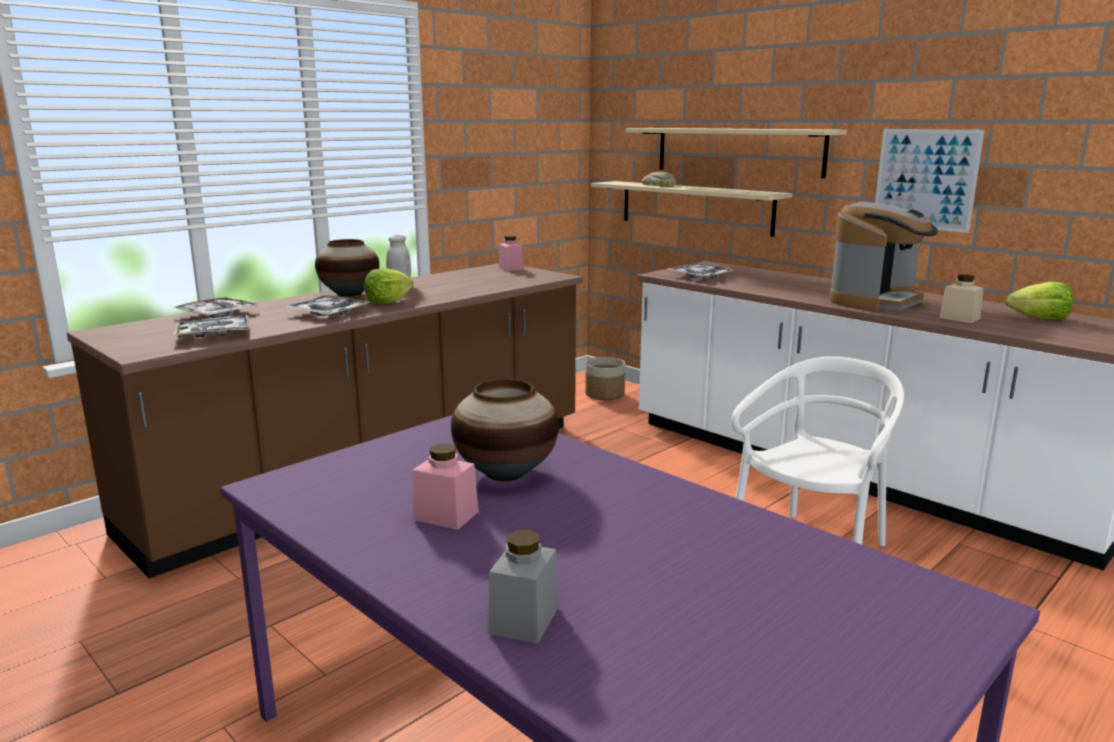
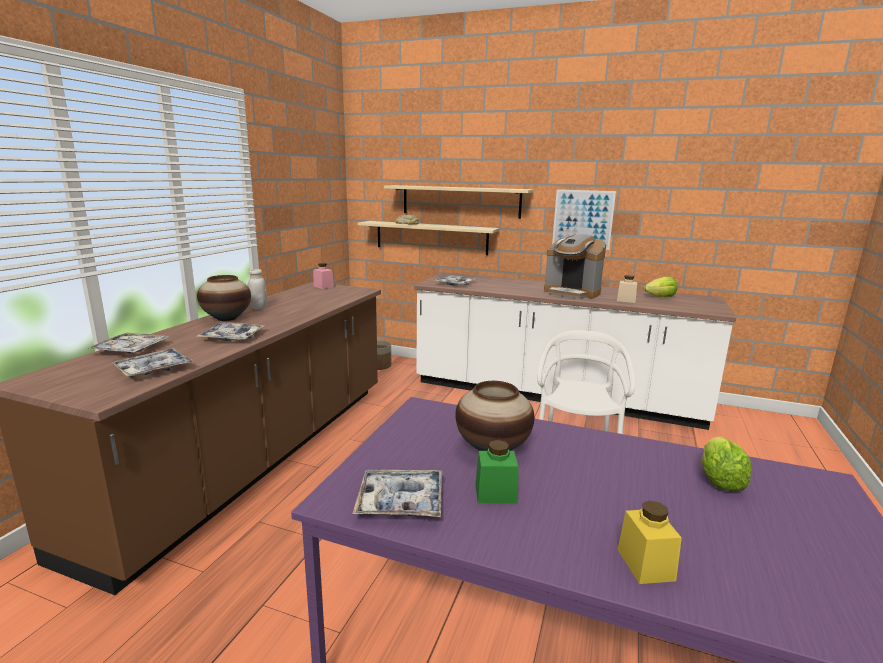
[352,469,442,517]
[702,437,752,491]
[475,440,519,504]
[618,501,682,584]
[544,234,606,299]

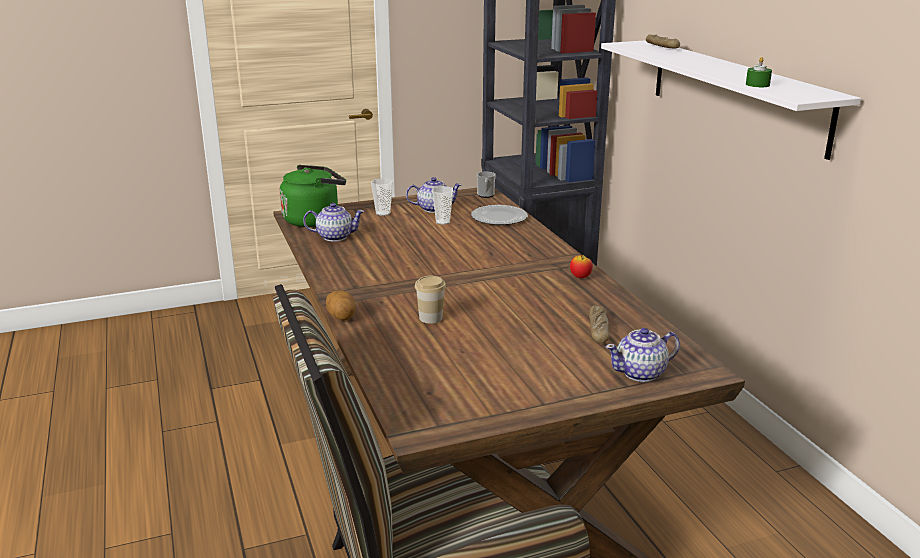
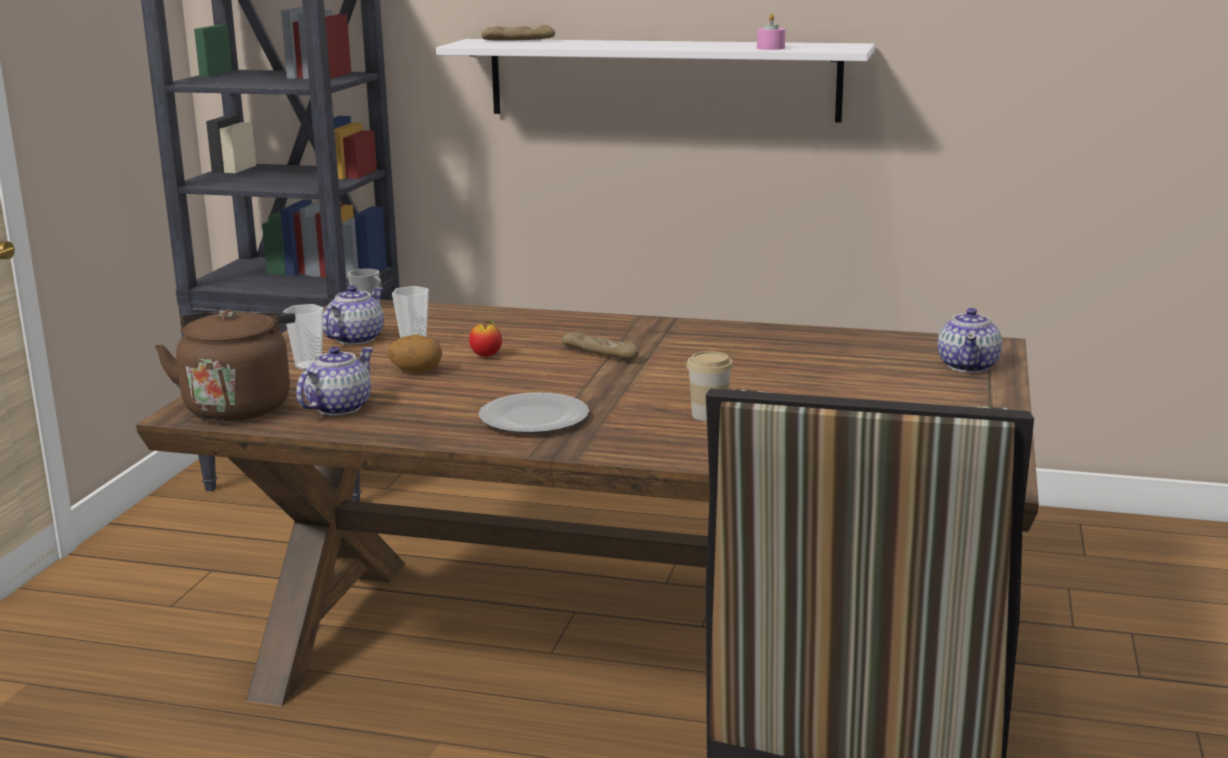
[388,335,442,373]
[479,392,589,433]
[469,320,502,357]
[562,332,639,359]
[155,309,295,421]
[757,13,785,50]

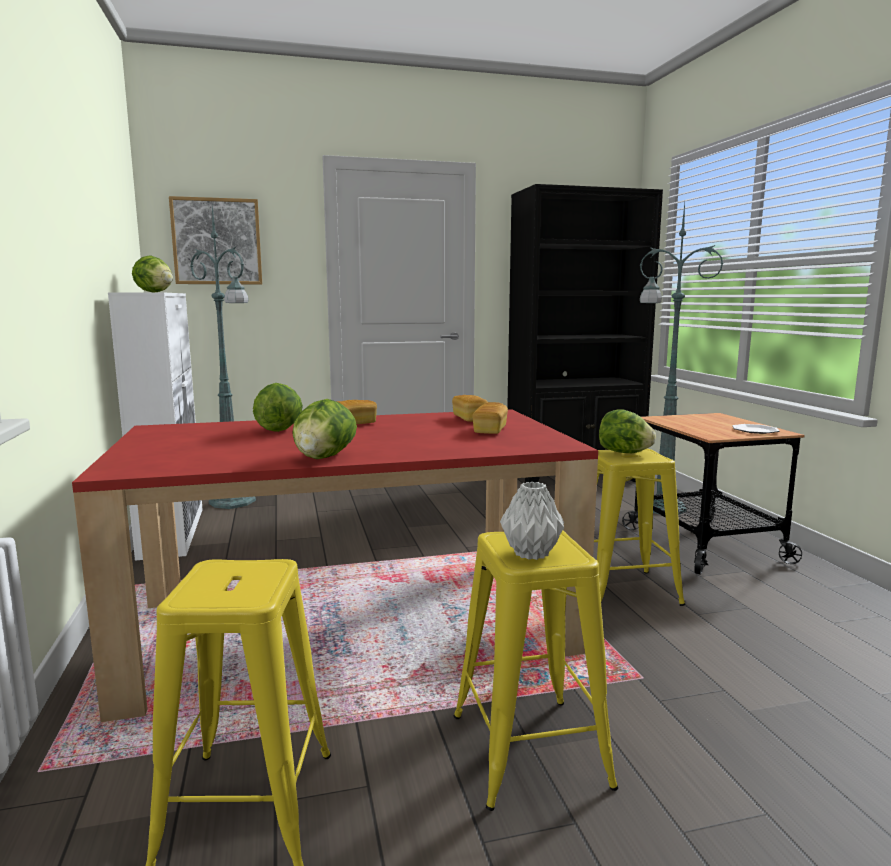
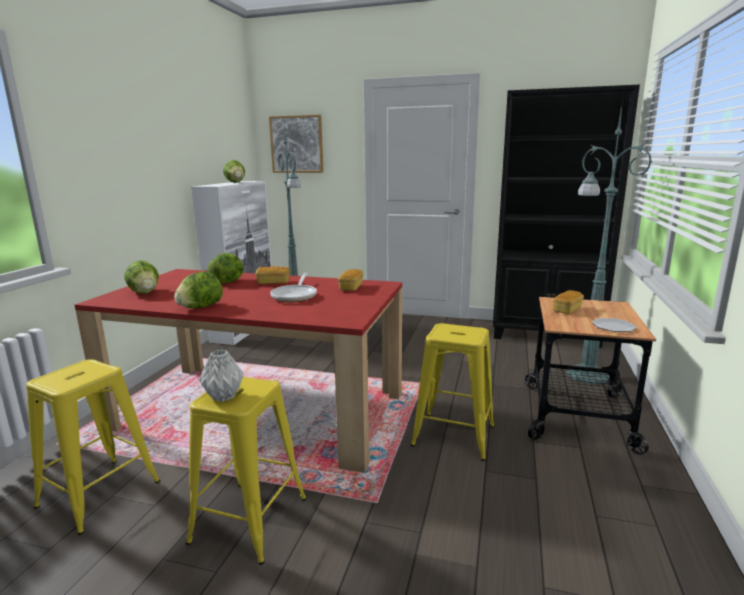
[270,273,317,302]
[553,290,584,314]
[124,260,159,294]

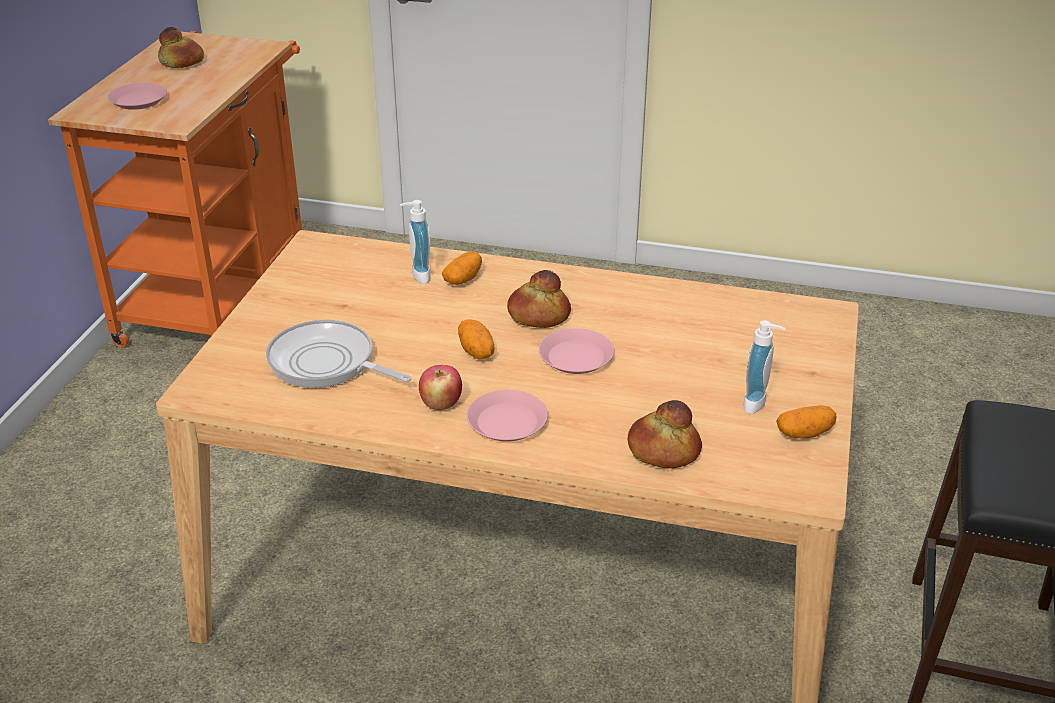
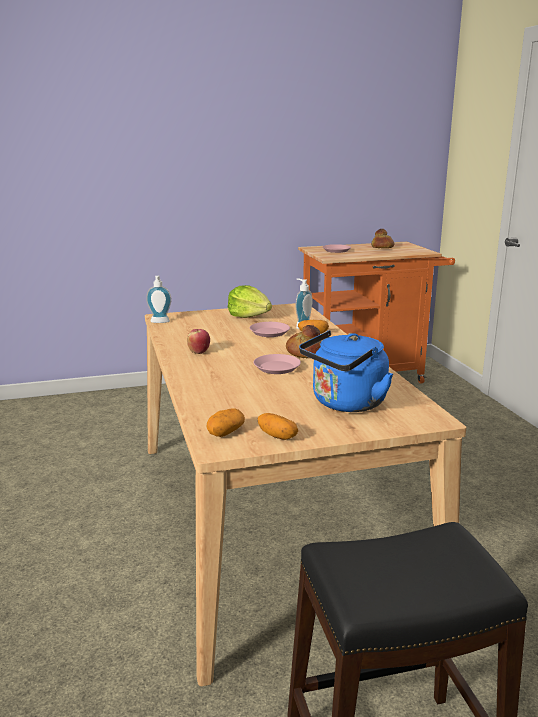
[266,320,411,388] (first image)
[628,400,702,469] (first image)
[228,285,272,318]
[299,330,393,412]
[207,408,245,437]
[250,322,290,337]
[146,276,172,323]

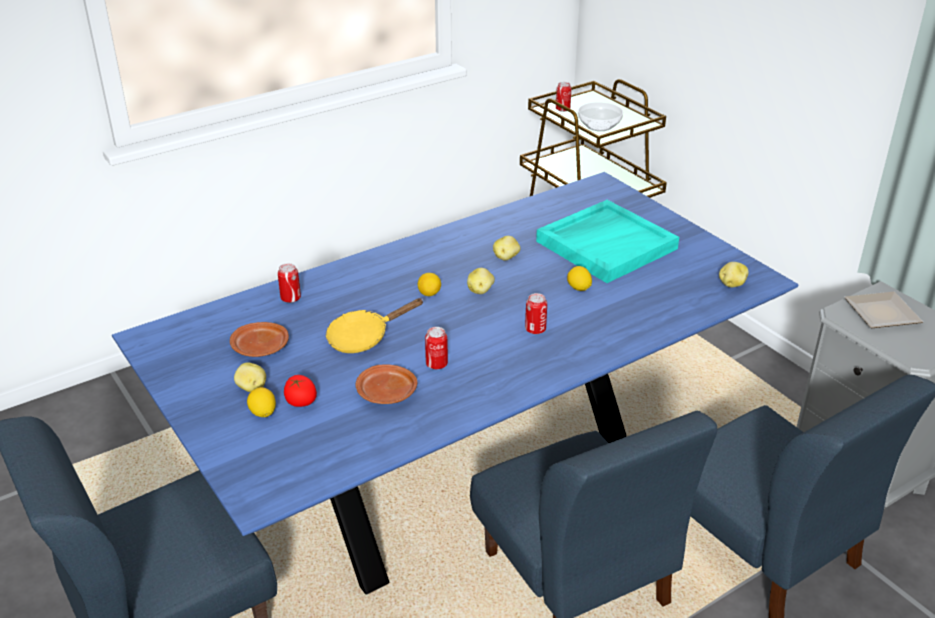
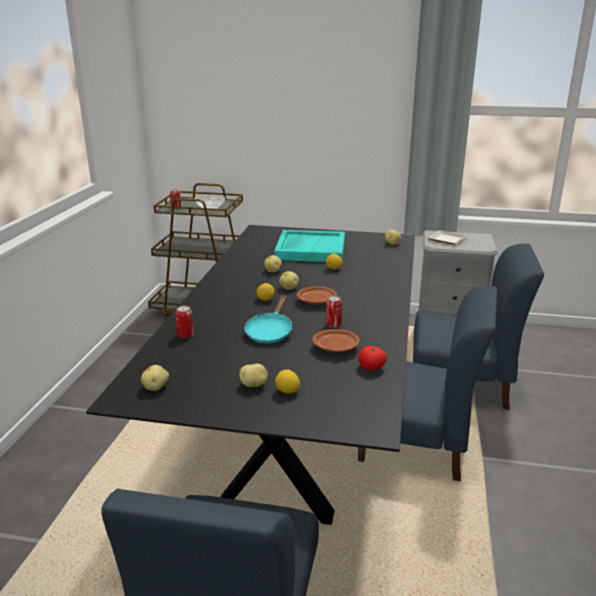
[525,293,547,334] (first image)
[141,365,169,391]
[296,286,337,305]
[358,346,387,371]
[86,225,415,525]
[244,295,292,343]

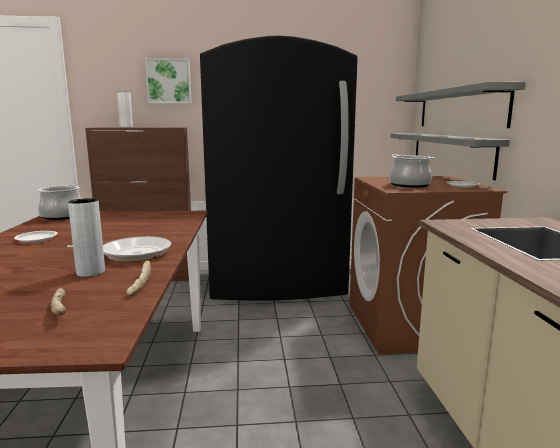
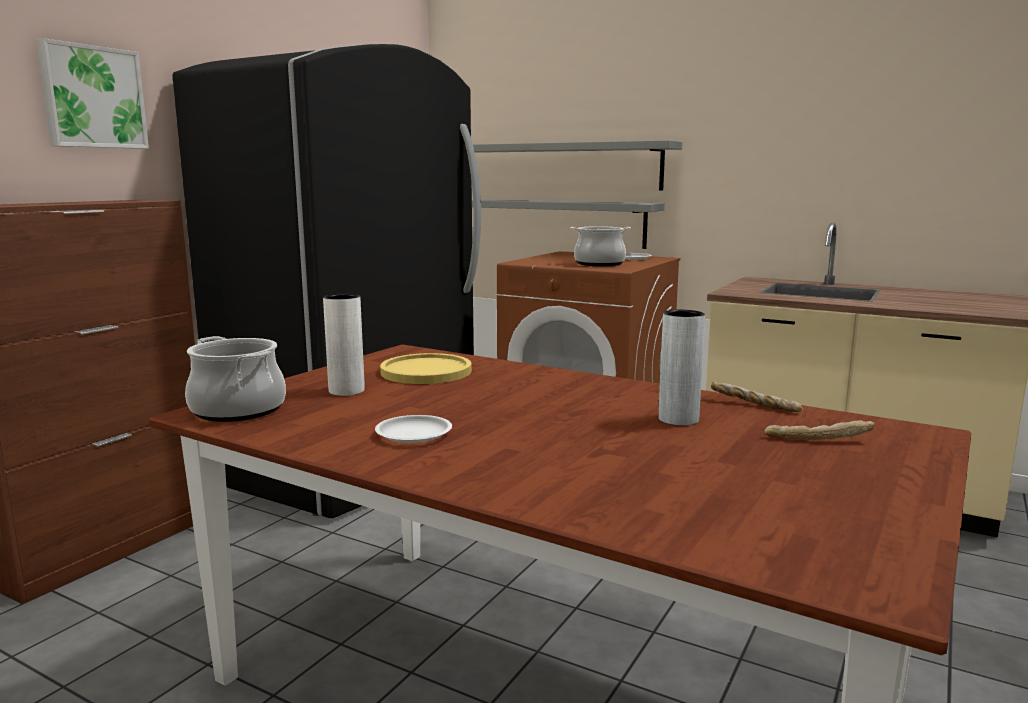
[67,236,171,262] (first image)
[380,353,472,384]
[323,294,365,396]

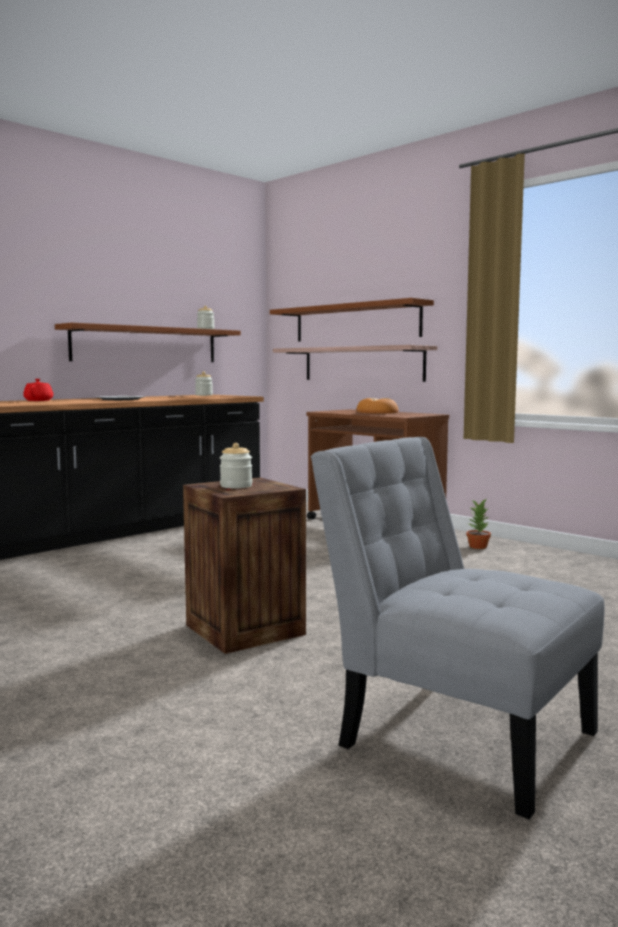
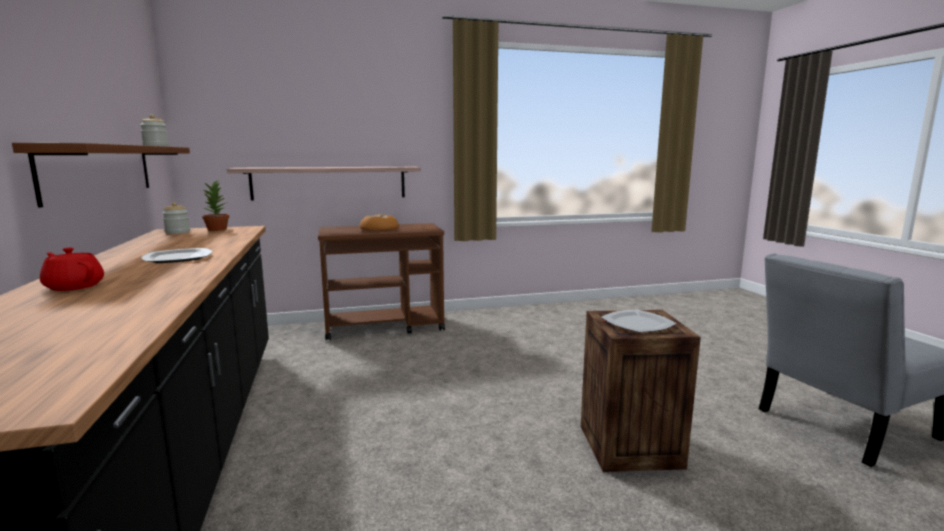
[270,298,434,341] (first image)
[202,181,229,231]
[601,310,676,333]

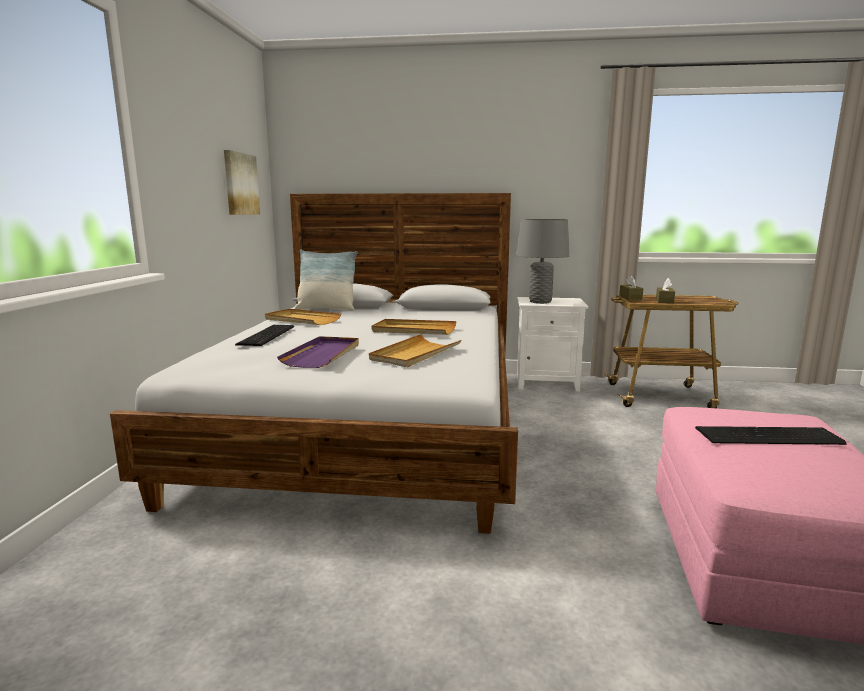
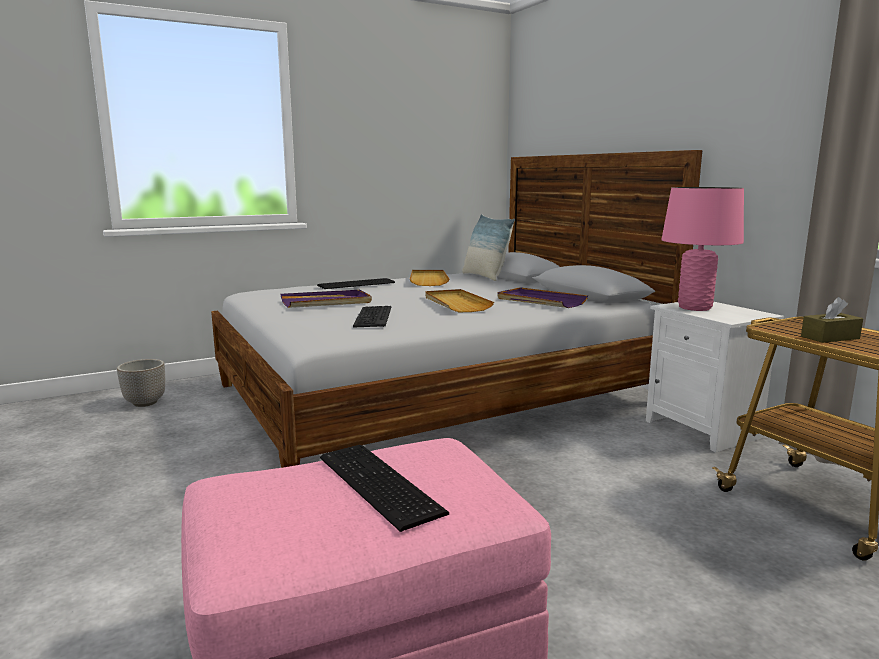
[224,150,260,215] (first image)
[619,275,643,300] (first image)
[117,359,165,407]
[497,287,588,308]
[353,306,391,328]
[661,187,744,311]

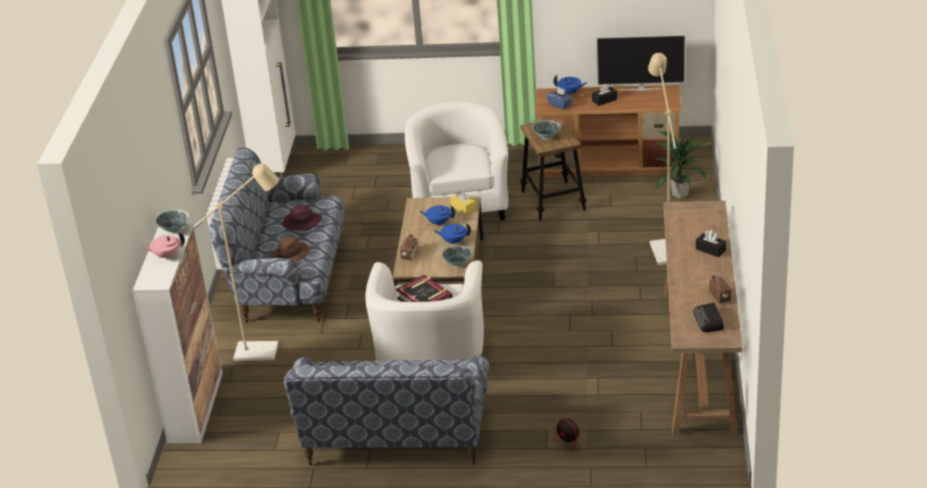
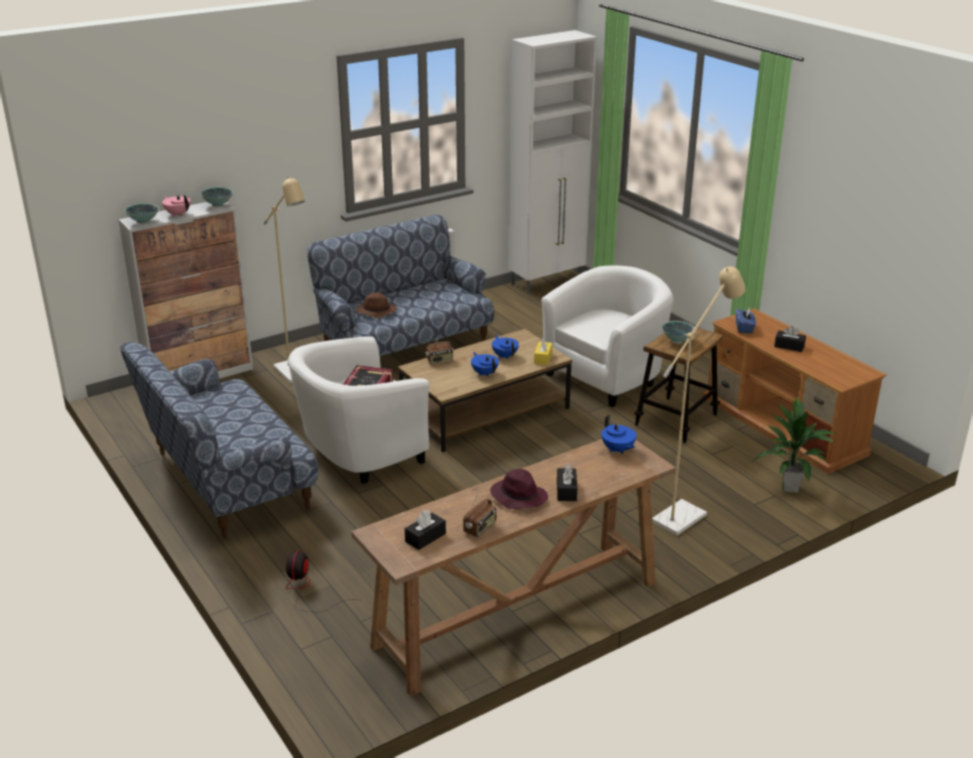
[596,35,686,91] (first image)
[490,469,548,509]
[124,203,159,224]
[601,415,636,454]
[405,510,446,550]

